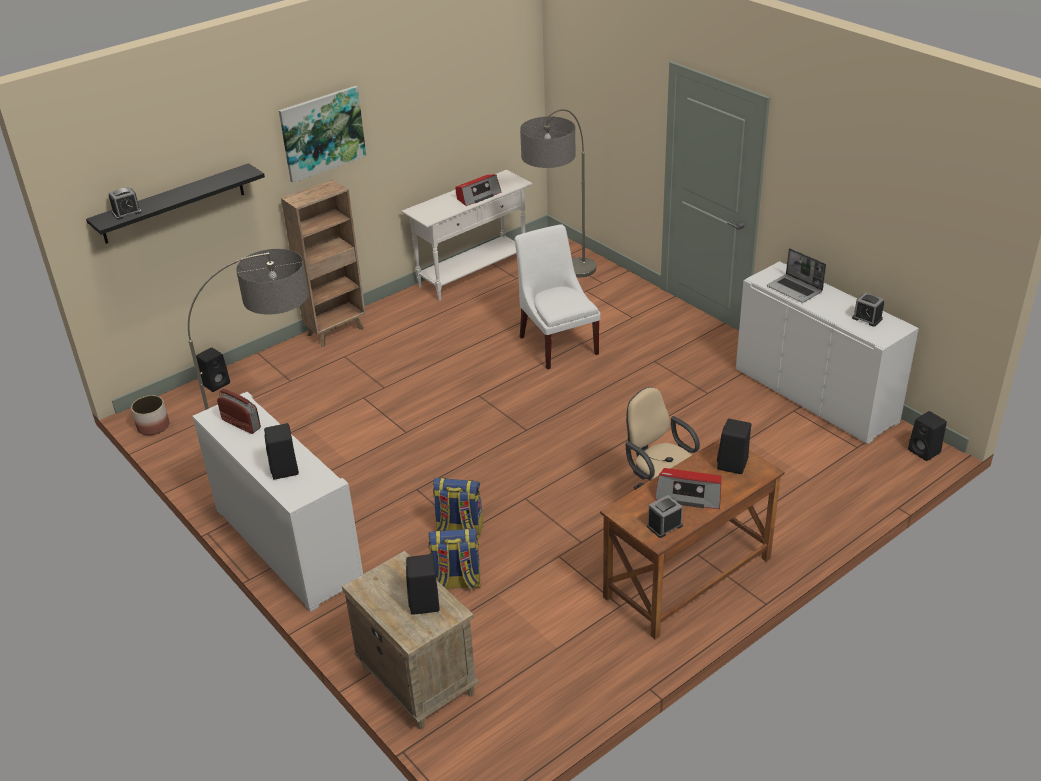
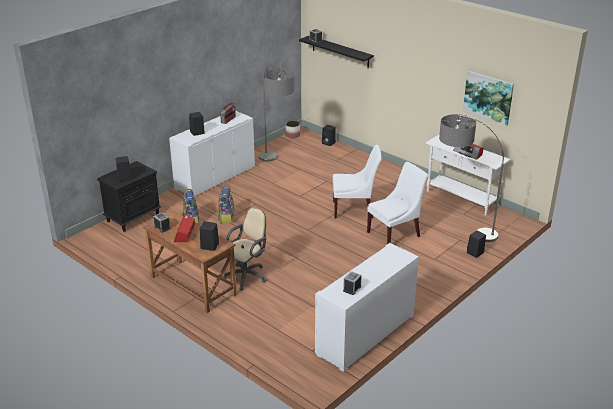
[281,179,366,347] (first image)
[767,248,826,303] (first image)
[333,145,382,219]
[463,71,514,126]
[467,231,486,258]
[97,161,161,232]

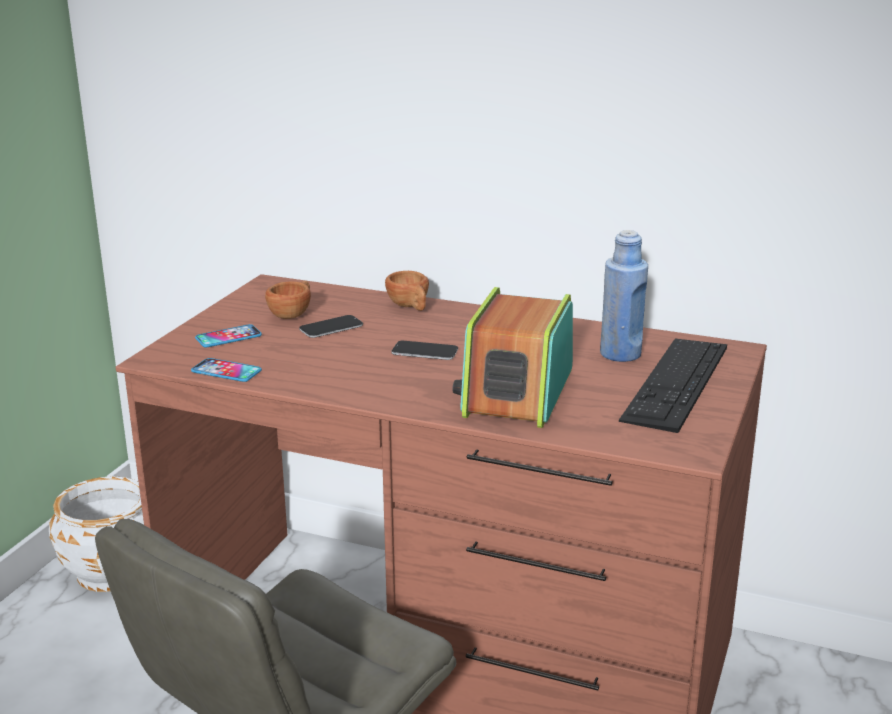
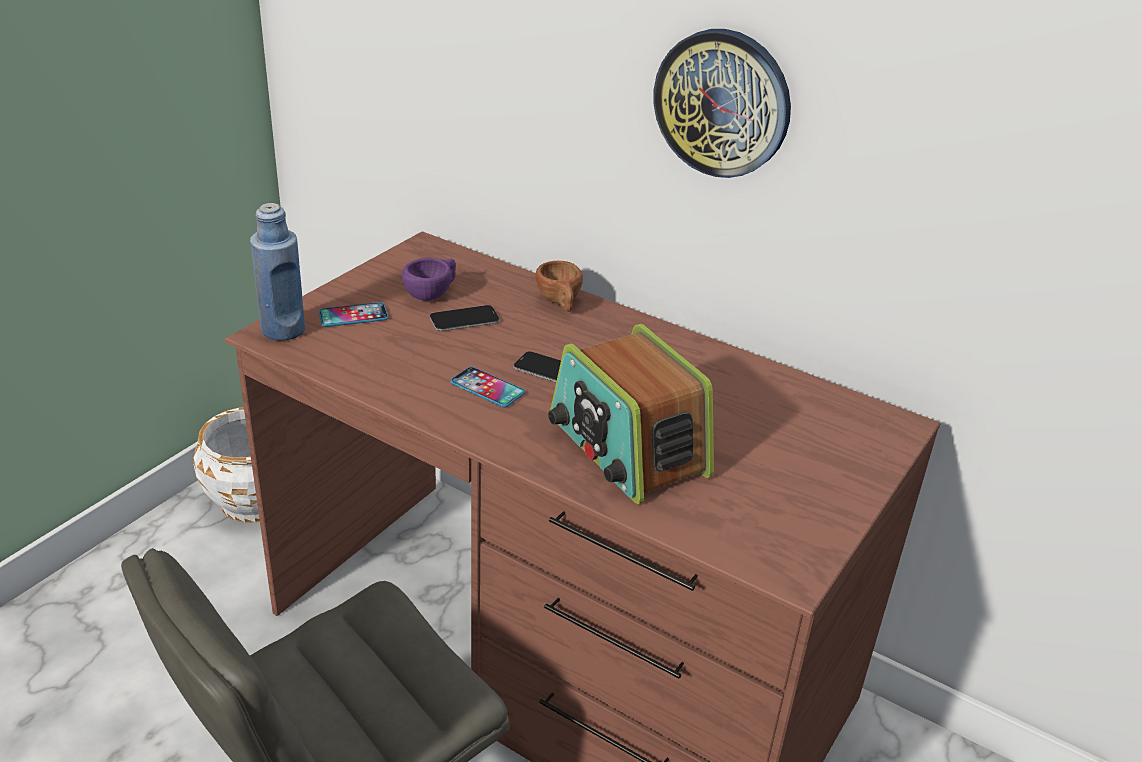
[619,339,727,433] (first image)
[654,29,791,178]
[450,367,525,407]
[250,203,305,341]
[402,258,456,301]
[548,324,714,504]

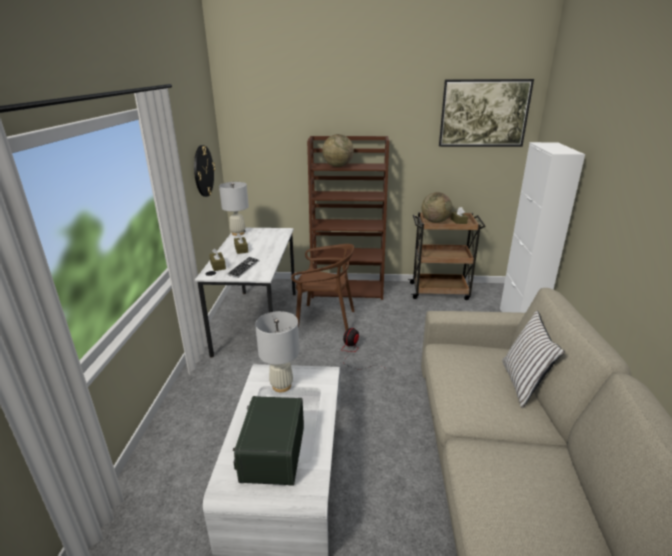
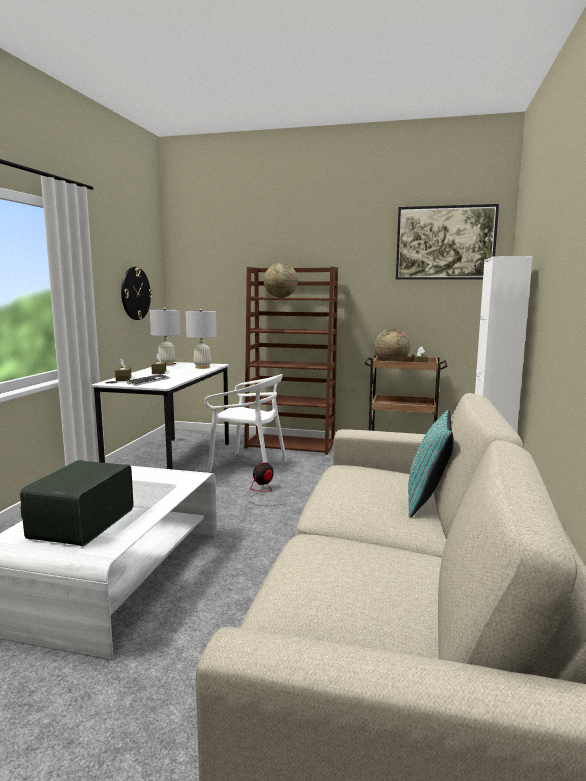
[186,309,217,369]
[204,374,287,472]
[408,410,453,518]

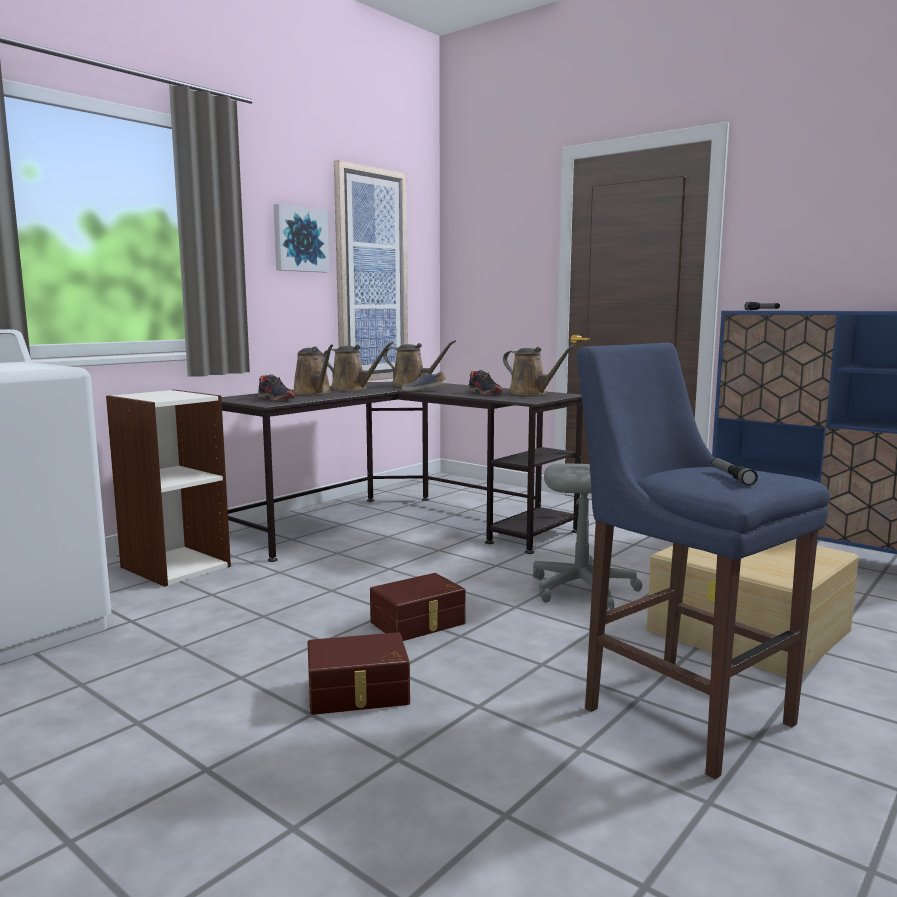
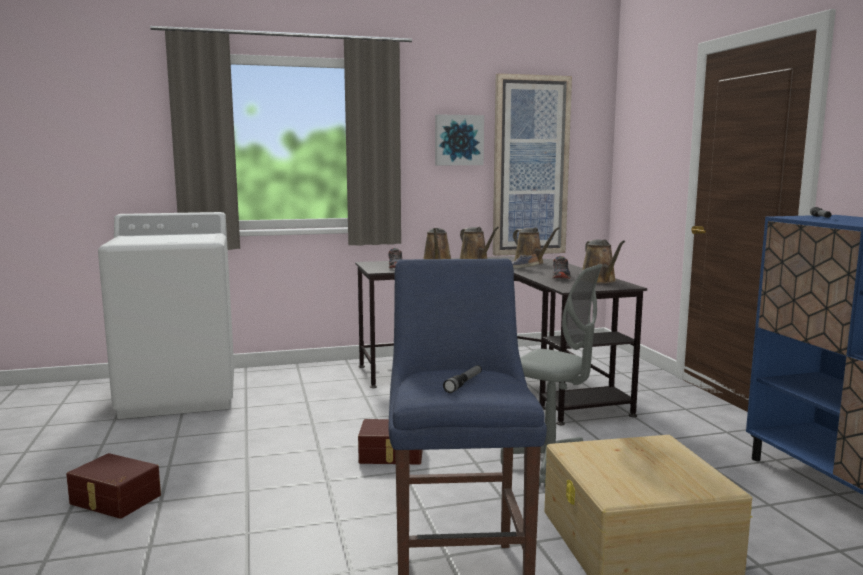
[106,390,231,587] (first image)
[66,453,161,519]

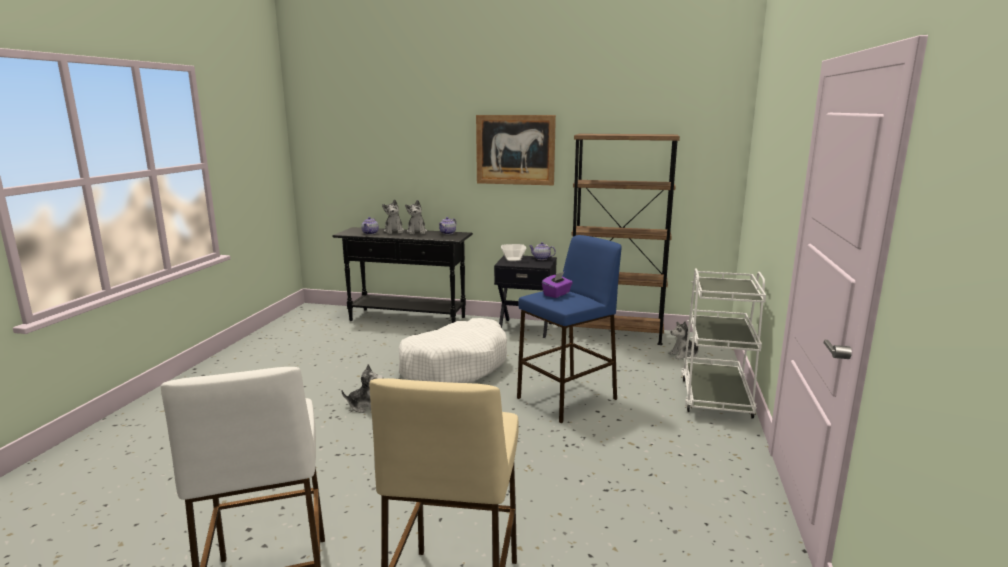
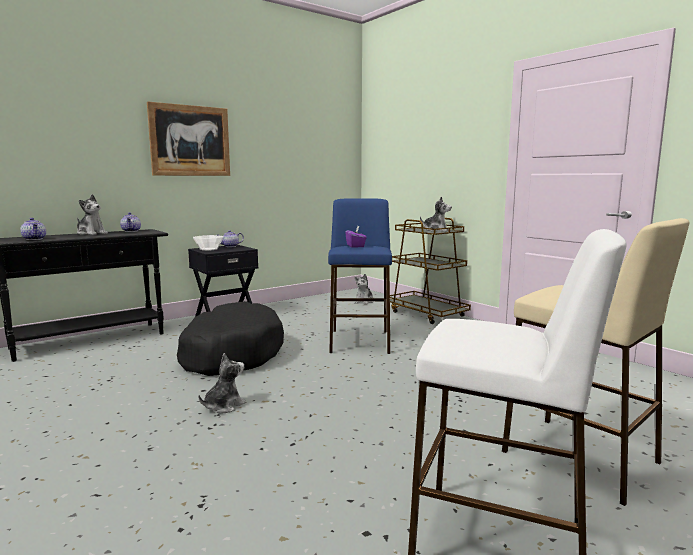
[568,134,680,345] (first image)
[420,197,452,231]
[177,301,284,376]
[390,218,471,324]

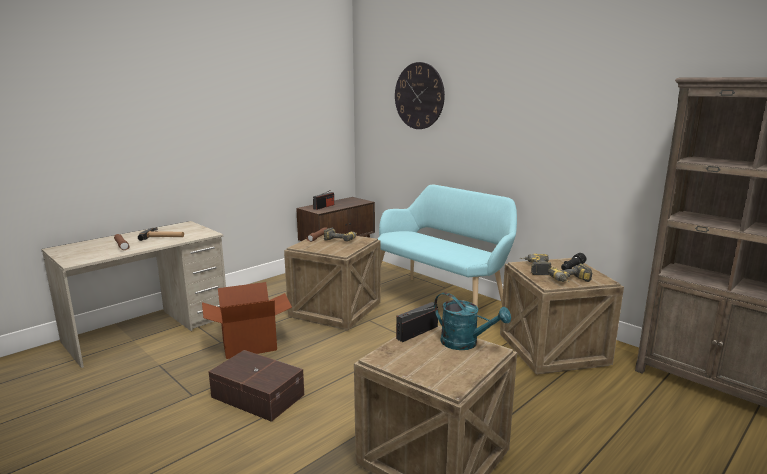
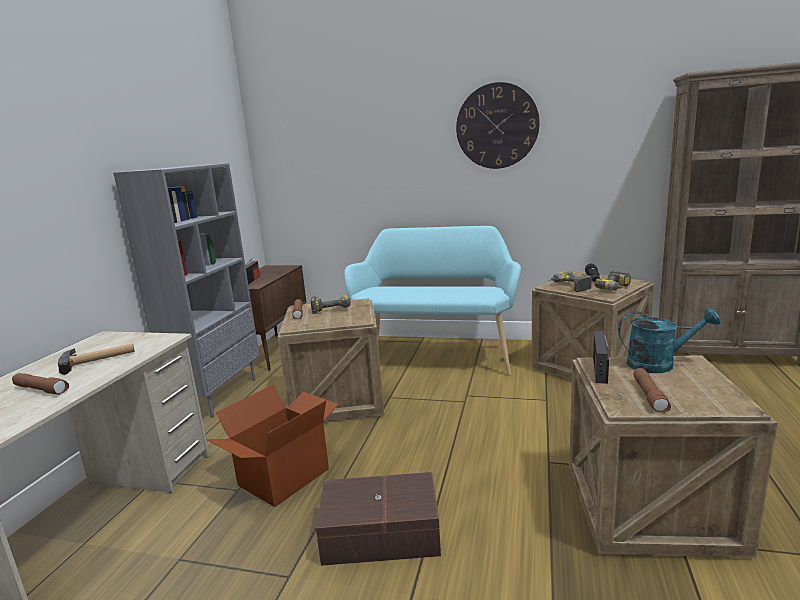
[113,163,259,417]
[634,368,671,412]
[456,82,540,169]

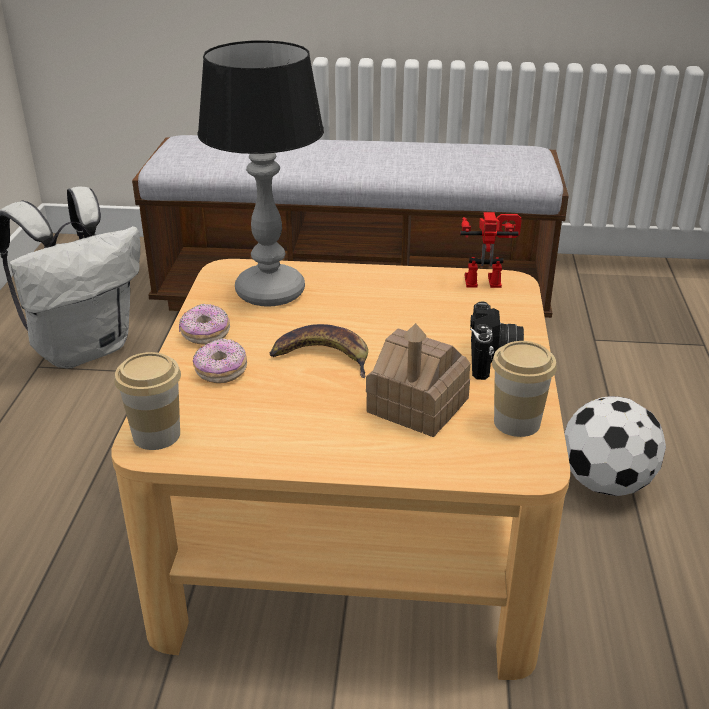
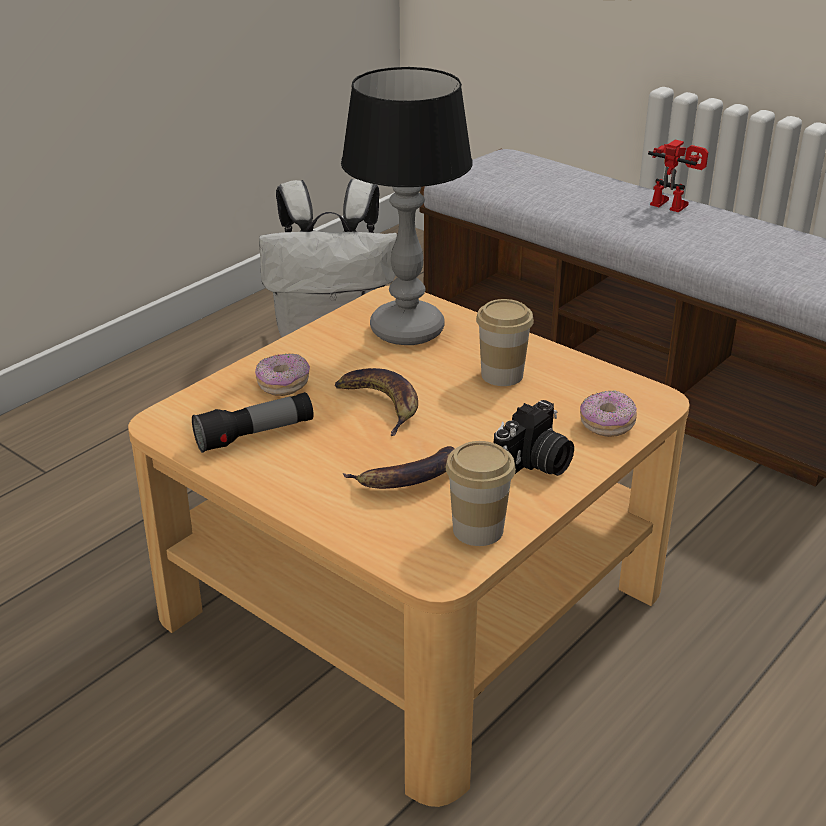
[564,396,666,496] (first image)
[192,392,313,453]
[476,299,534,386]
[580,391,637,437]
[648,140,708,212]
[342,446,455,489]

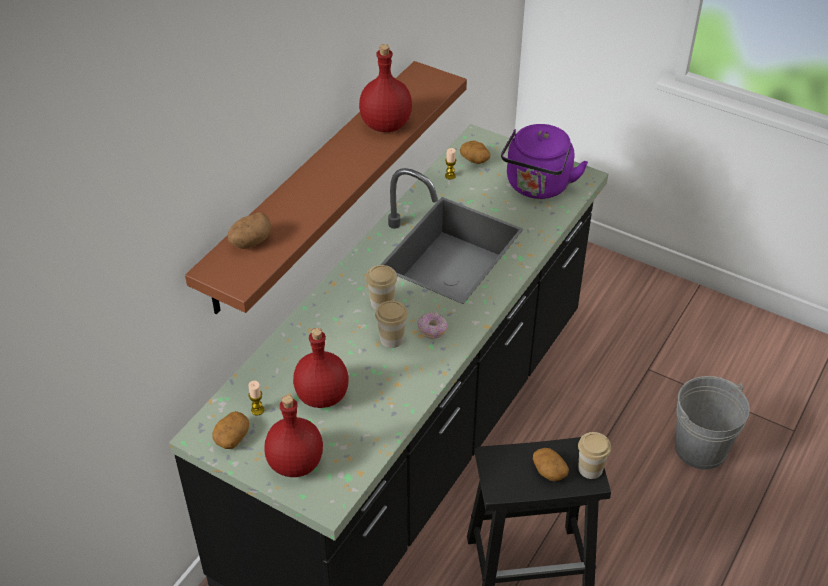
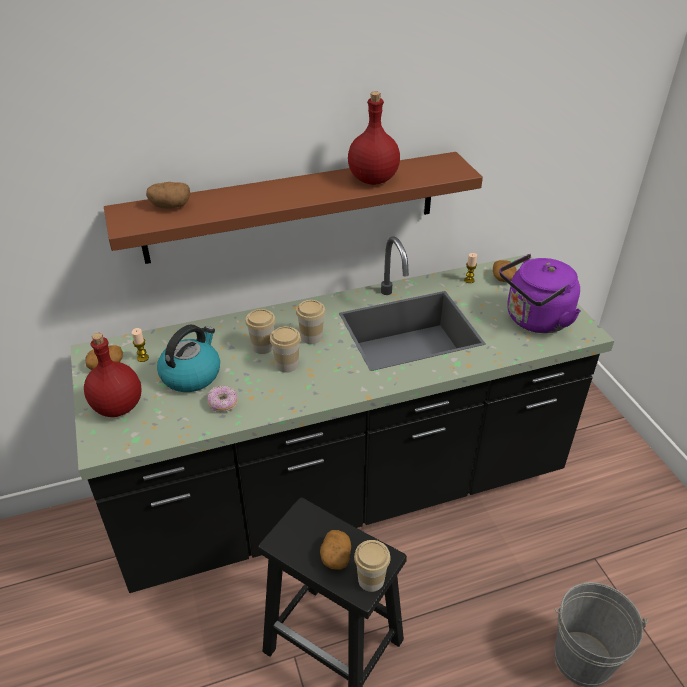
[245,309,276,354]
[207,386,238,412]
[157,325,220,392]

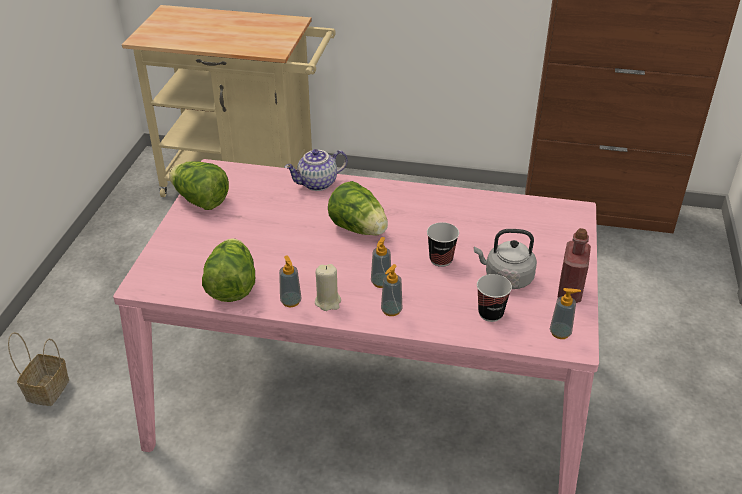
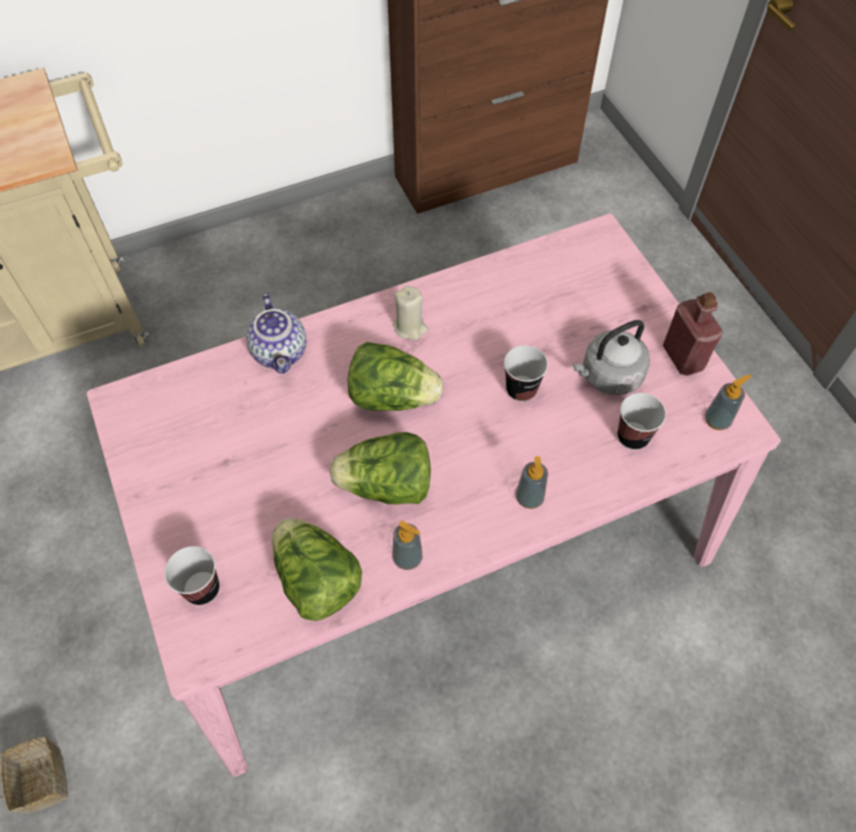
[371,237,391,288] (first image)
[164,546,219,605]
[330,432,431,504]
[393,286,428,340]
[246,293,306,374]

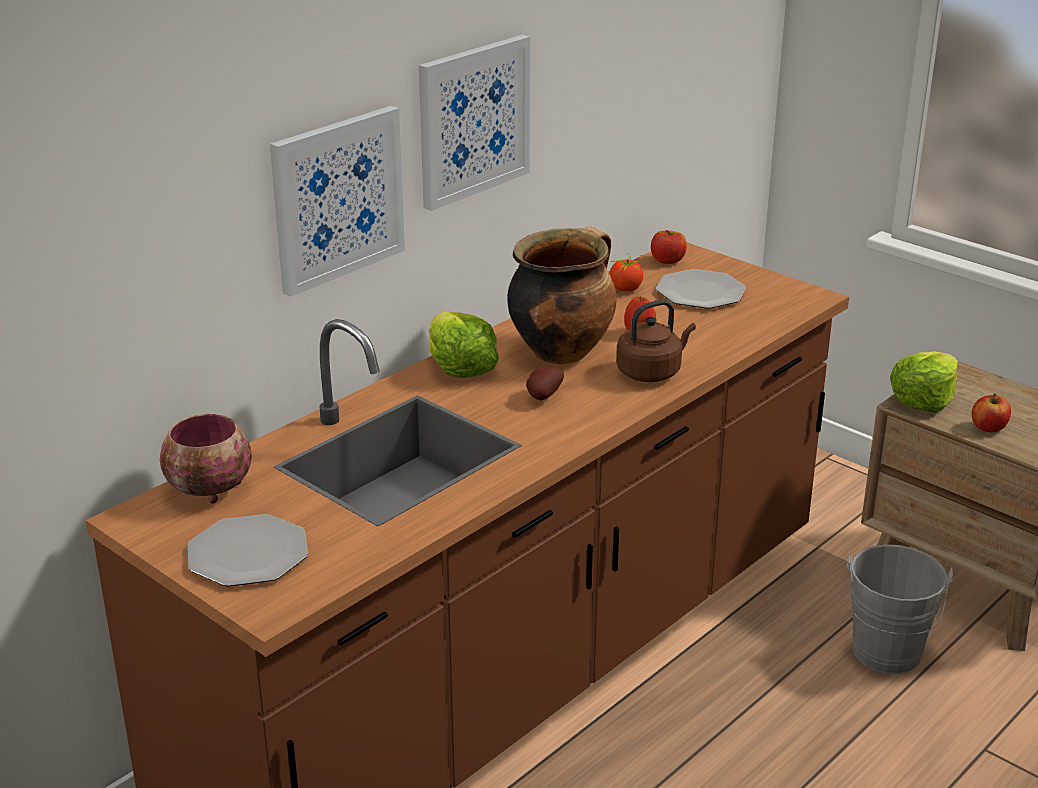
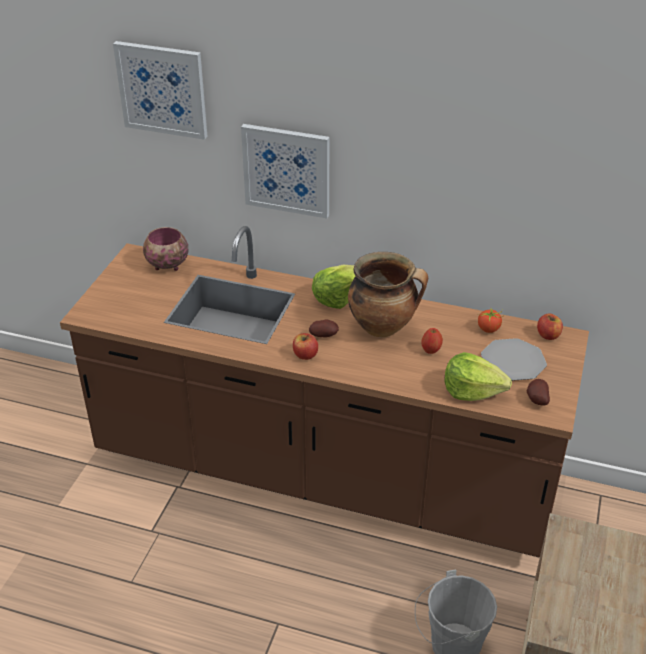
[188,514,308,587] (first image)
[616,300,696,382] (first image)
[527,379,550,405]
[113,41,208,140]
[444,352,512,401]
[293,333,318,360]

